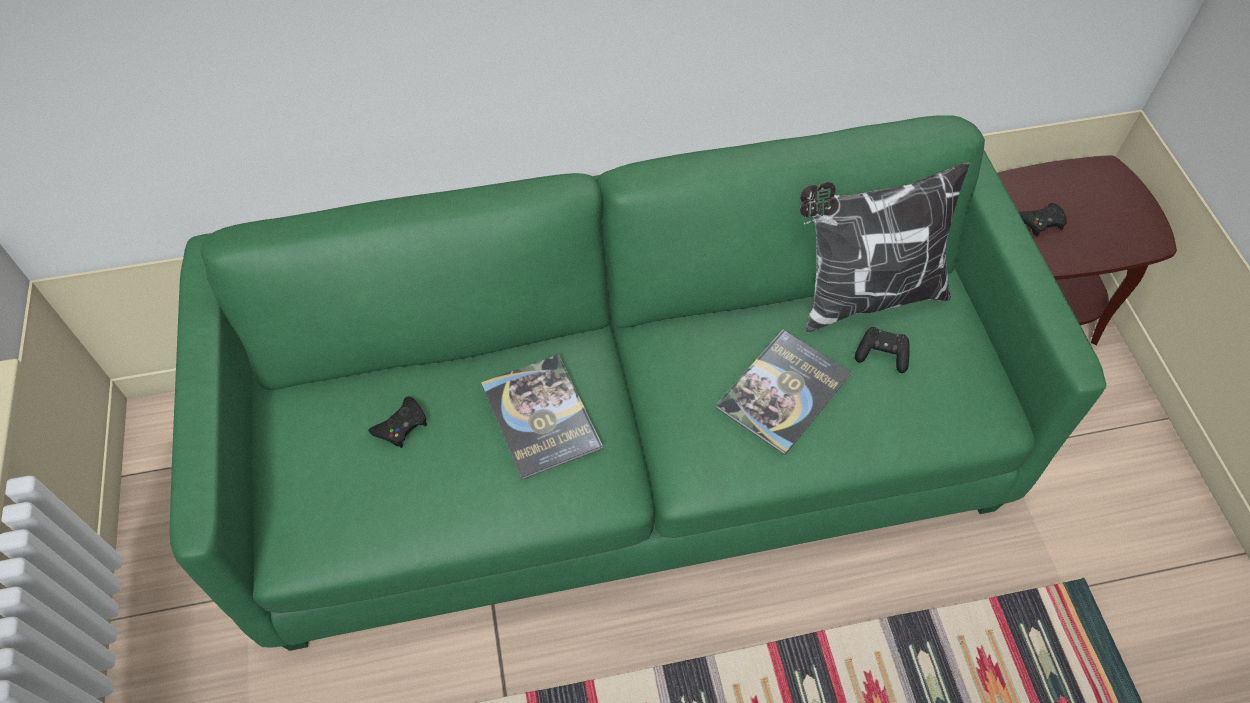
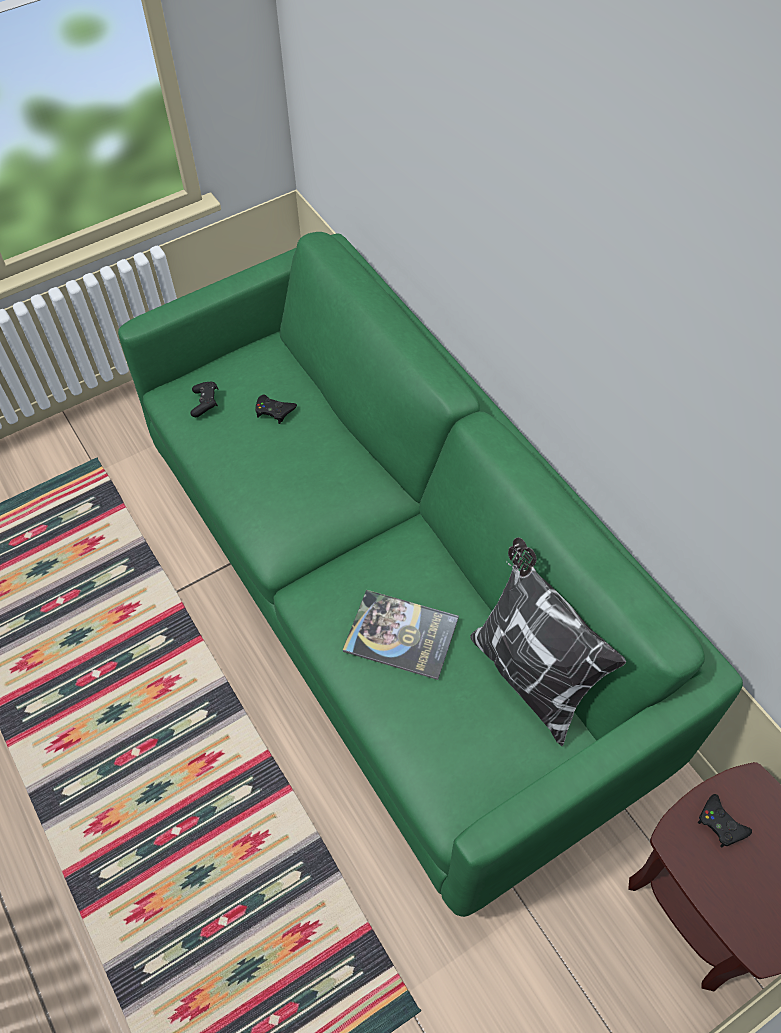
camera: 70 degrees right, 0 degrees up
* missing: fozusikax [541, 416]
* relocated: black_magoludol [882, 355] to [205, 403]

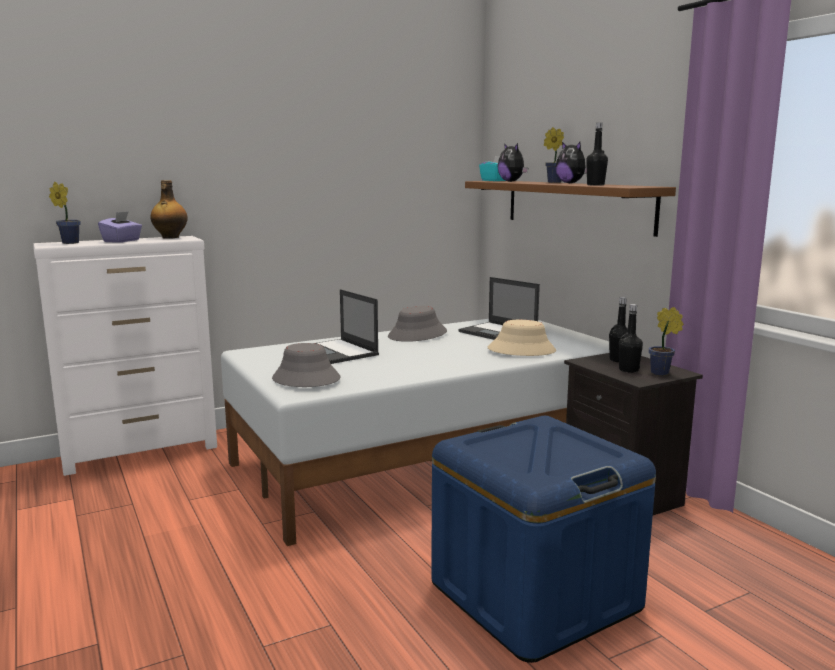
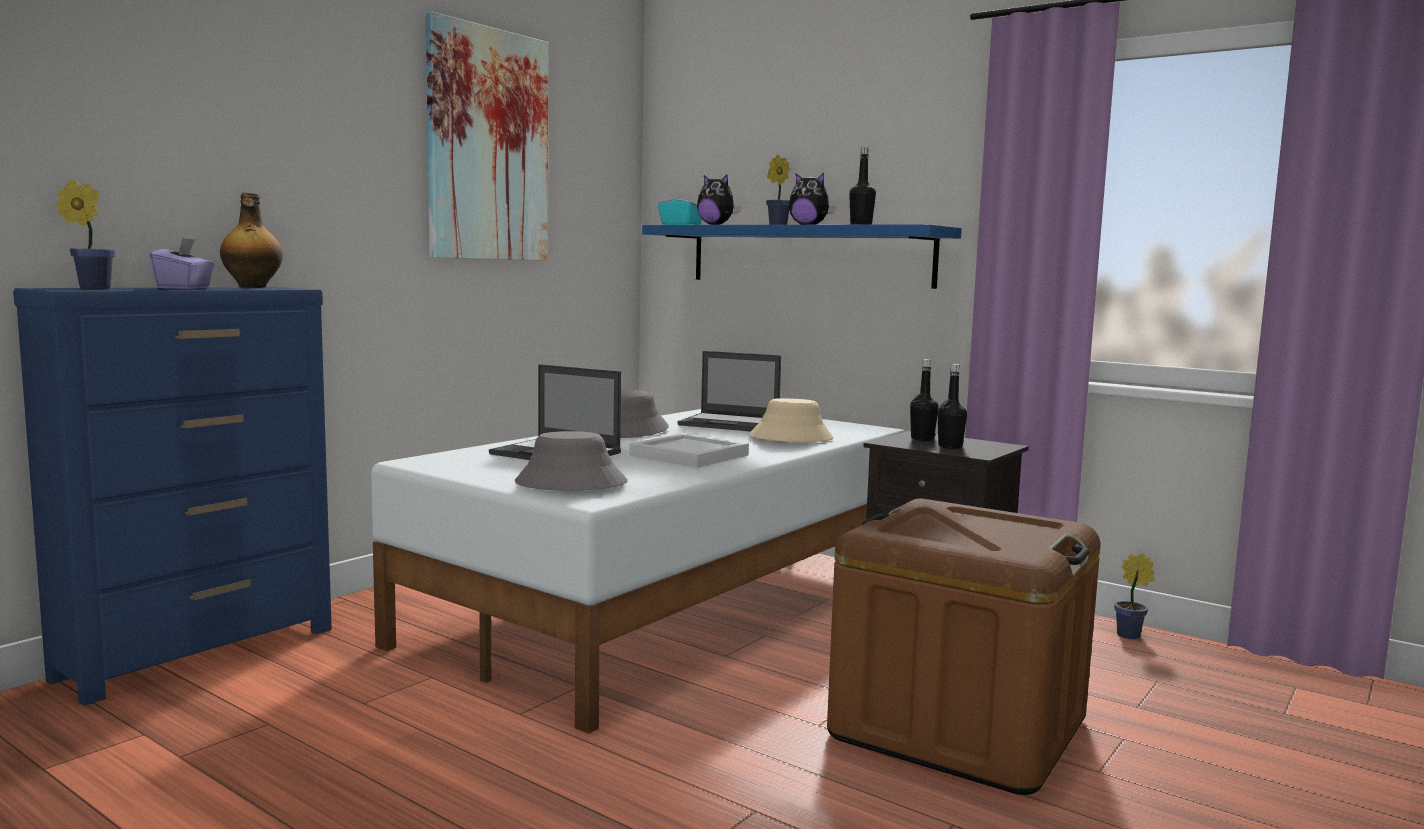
camera: 25 degrees left, 5 degrees down
* appeared: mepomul [488, 145]
* appeared: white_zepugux [689, 455]
* relocated: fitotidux [662, 373] to [1131, 636]
* colour: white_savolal [142, 452] to blue_savolal [201, 653]
* colour: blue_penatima [534, 595] to brown_penatima [958, 727]
* colour: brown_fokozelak [576, 205] to blue_fokozelak [808, 255]

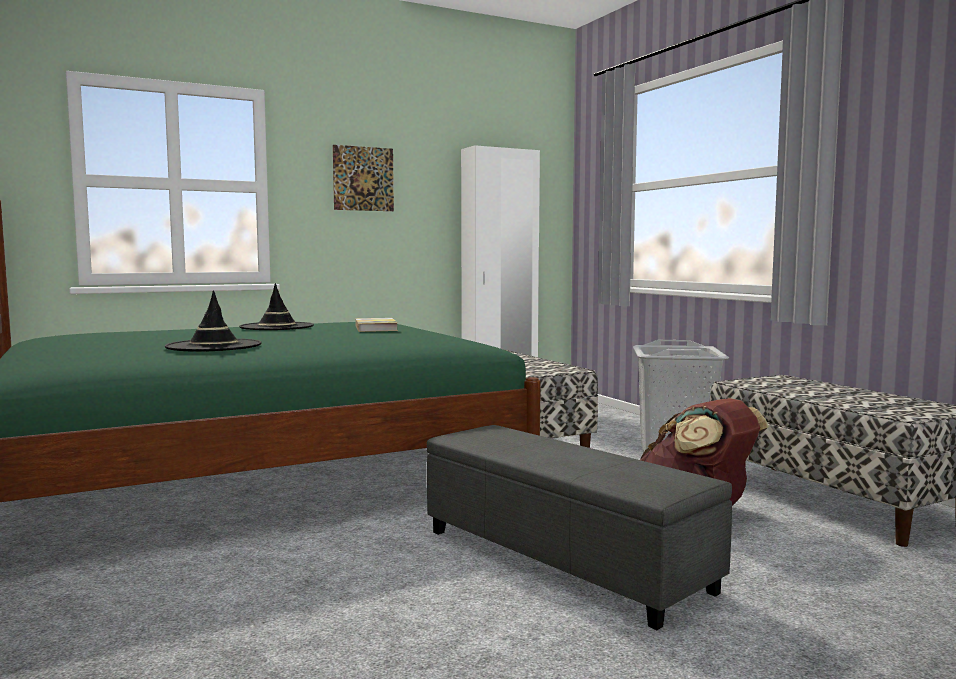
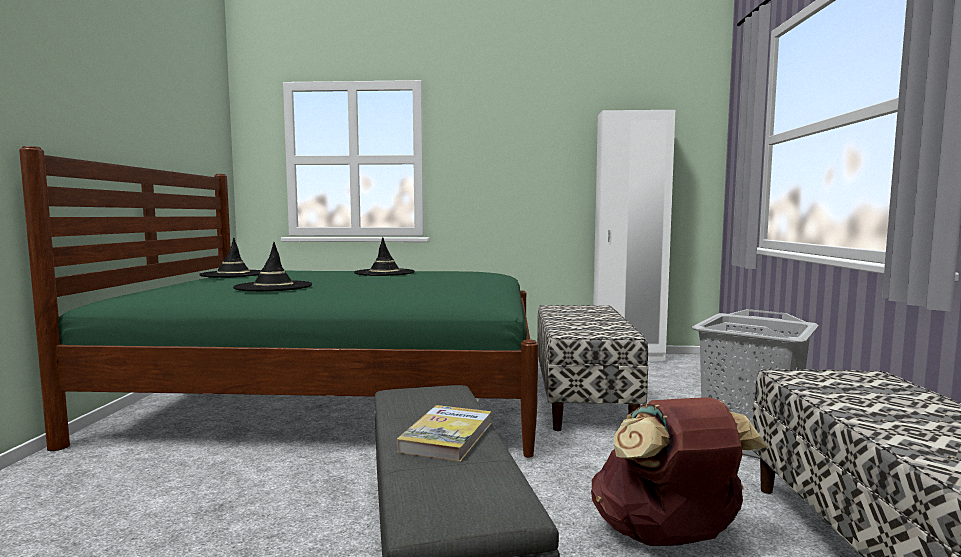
camera: 30 degrees right, 0 degrees up
* missing: mepomul [363, 178]
* appeared: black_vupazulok [233, 274]
* relocated: fozusikax [376, 328] to [447, 437]

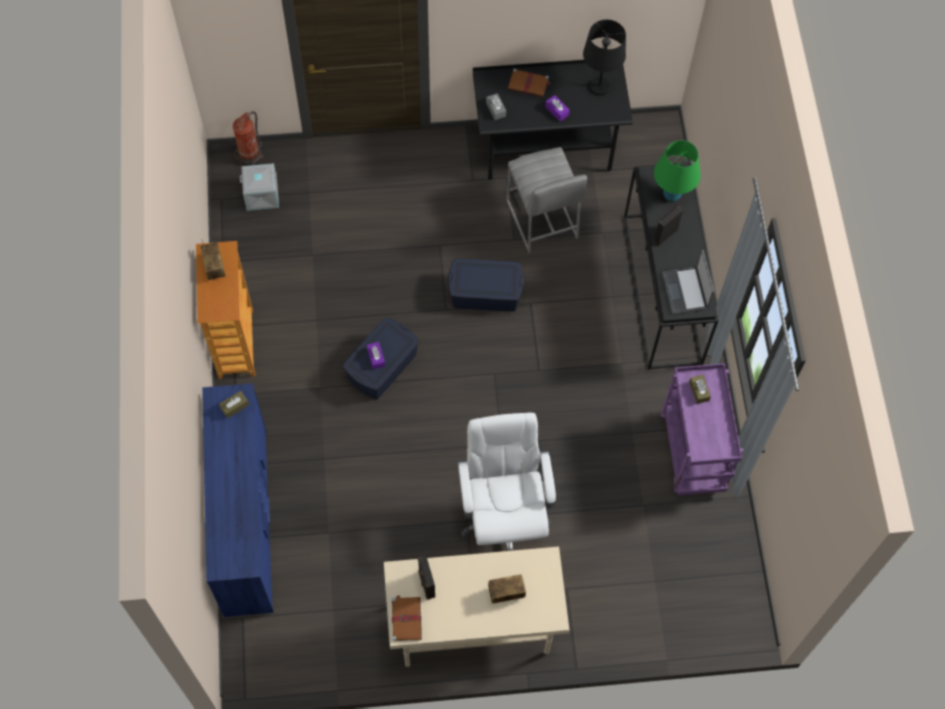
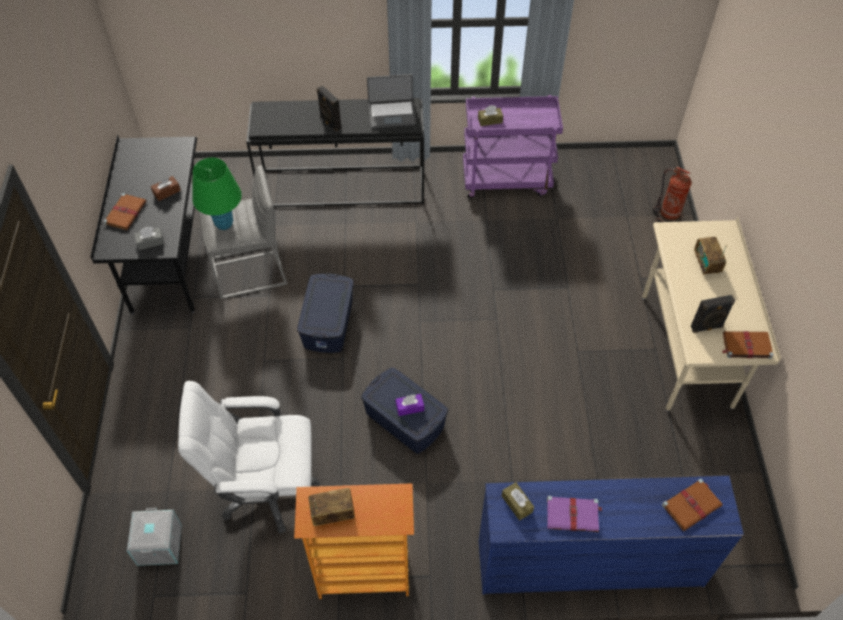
camera: 85 degrees left, 10 degrees down
* missing: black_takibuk [599, 87]
* appeared: purple_fozusikax [573, 515]
* appeared: brown_fozusikax [692, 505]
* relocated: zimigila [251, 156] to [667, 218]
* relocated: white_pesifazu [503, 515] to [266, 488]
* relocated: green_takibuk [671, 195] to [224, 224]
* colour: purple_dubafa [557, 111] to brown_dubafa [166, 192]

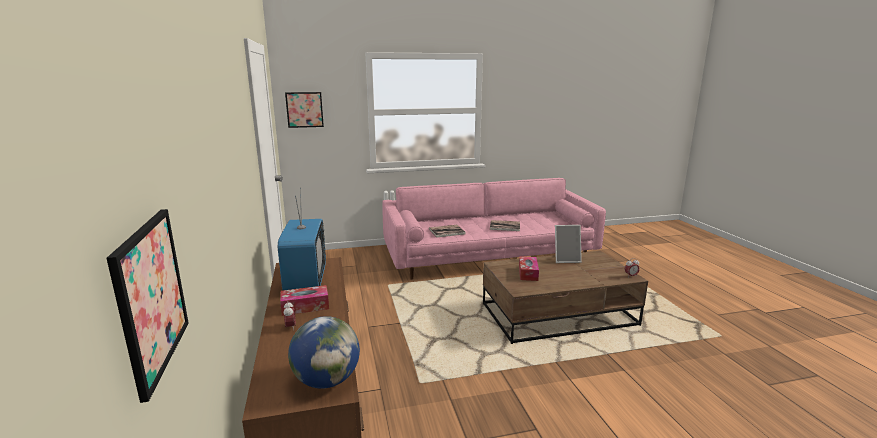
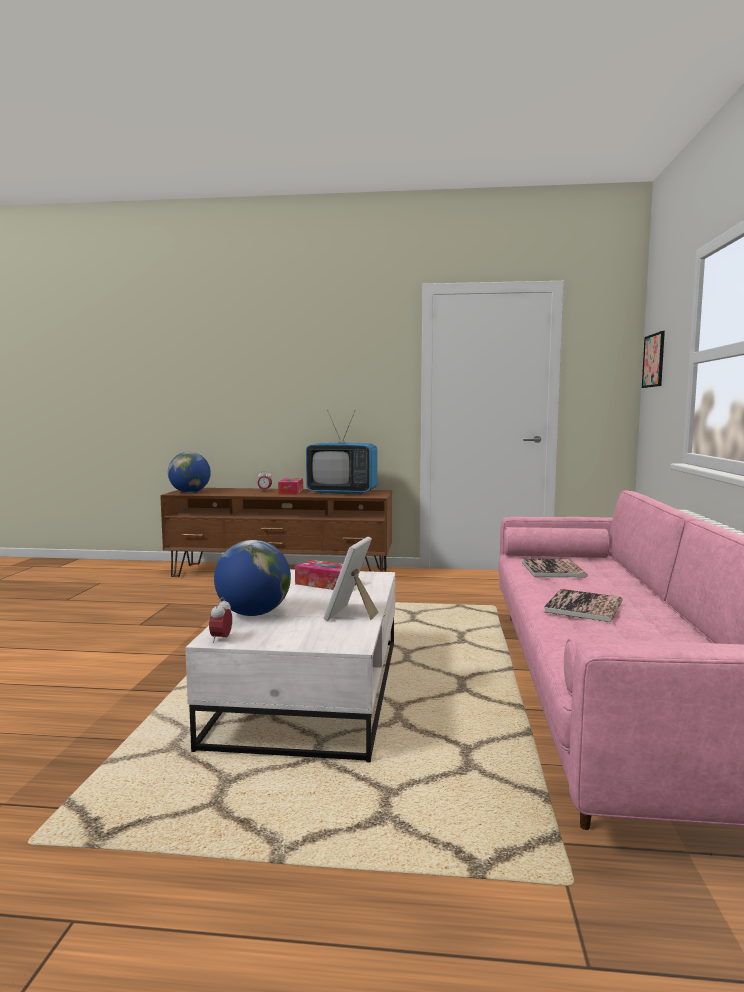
camera: 110 degrees right, 10 degrees down
* missing: mepomul [151, 297]
* appeared: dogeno [253, 614]
* colour: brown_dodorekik [559, 314] to white_dodorekik [311, 691]

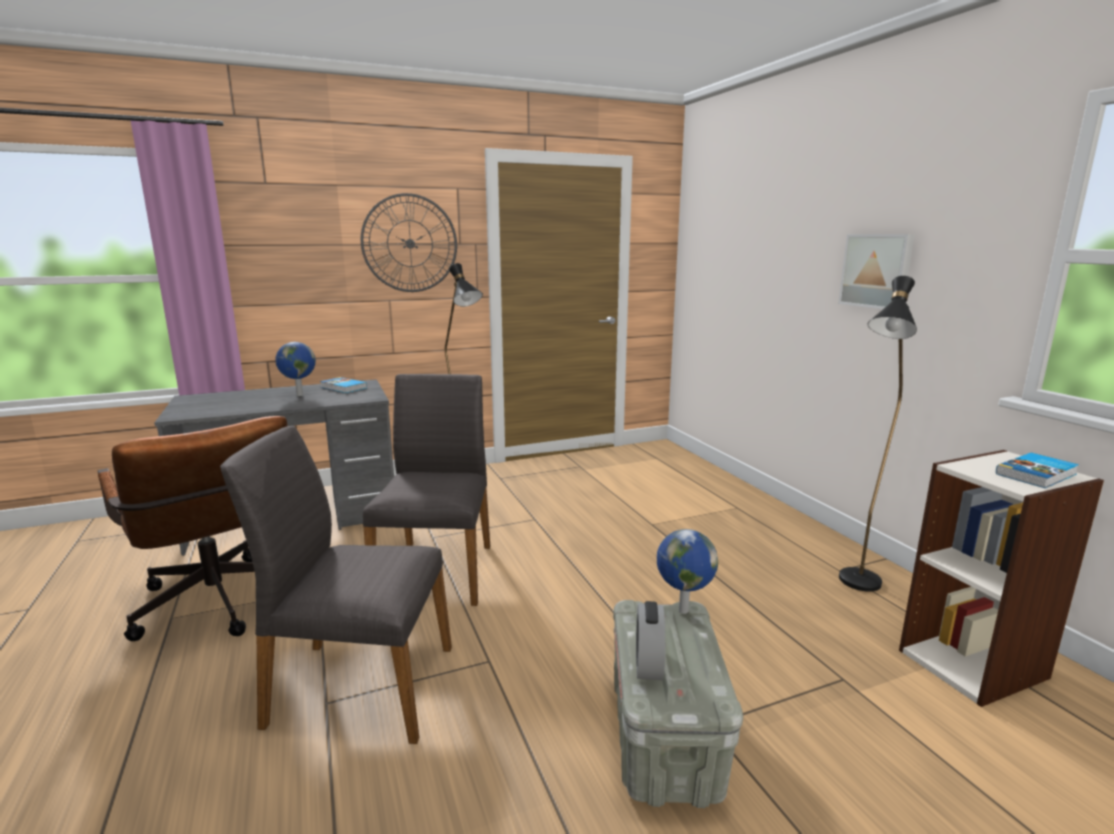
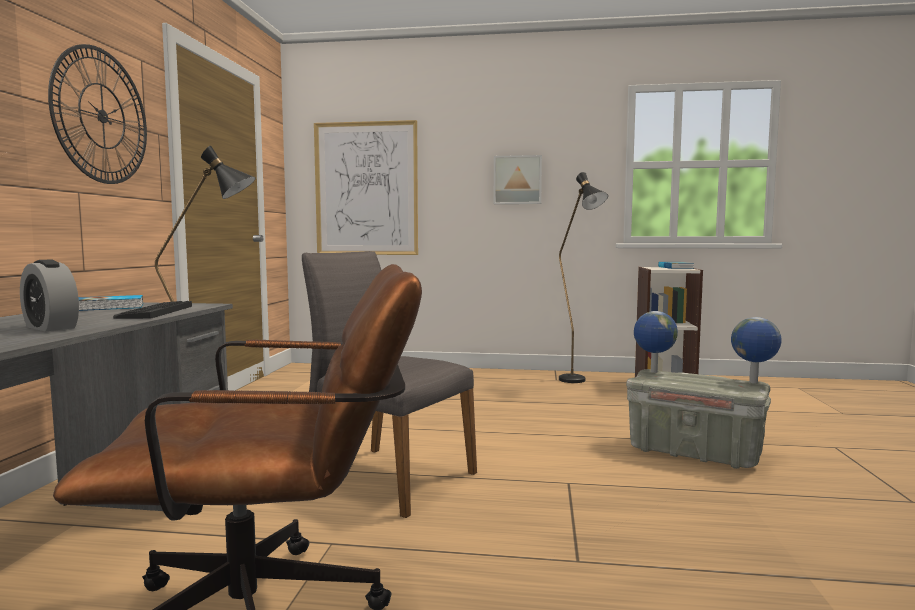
camera: 60 degrees left, 10 degrees down
* missing: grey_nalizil [359, 686]
* appeared: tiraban [155, 312]
* appeared: mepomul [366, 189]
* relocated: dogeno [299, 395] to [753, 382]
* relocated: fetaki [648, 664] to [51, 327]

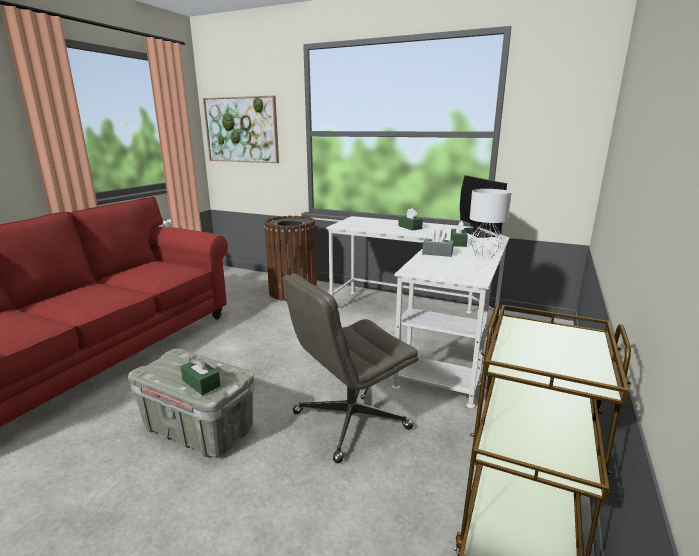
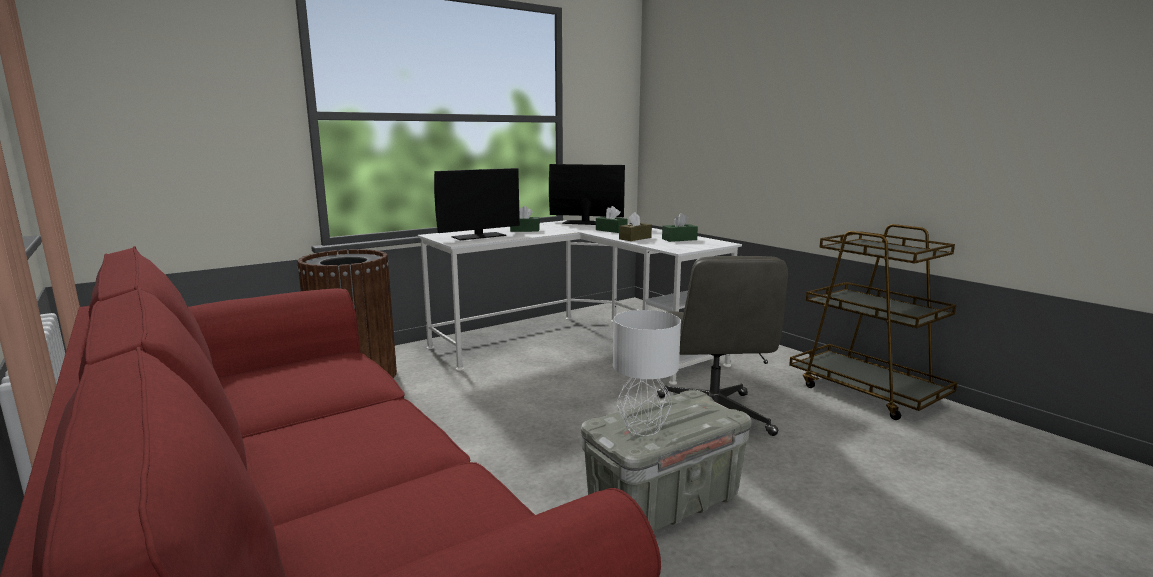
camera: 60 degrees left, 5 degrees down
* missing: mepomul [241, 130]
* appeared: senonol [479, 236]
* relocated: green_dubafa [201, 383] to [679, 239]
* relocated: white_takibuk [484, 255] to [642, 428]
* colour: grey_dubafa [437, 253] to brown_dubafa [635, 238]

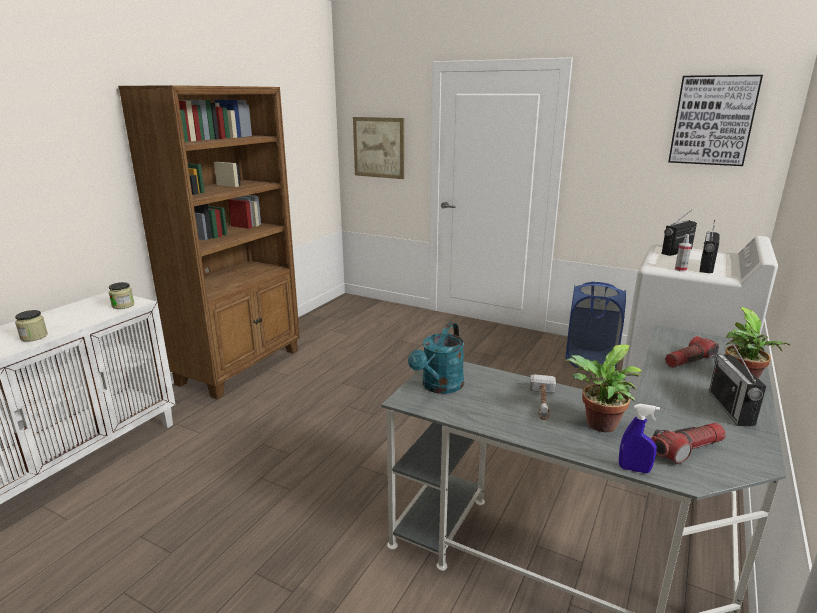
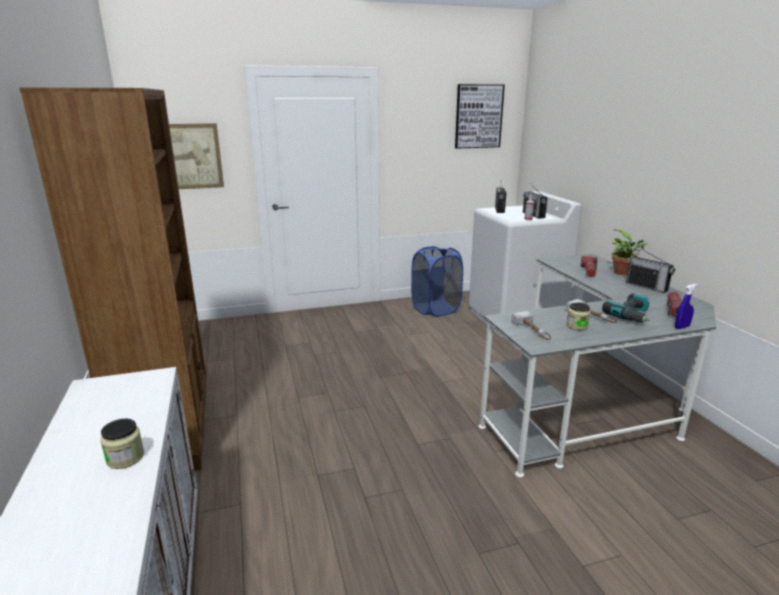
camera: 45 degrees left, 0 degrees up
* relocated: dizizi [123, 305] to [577, 326]
* exchanged: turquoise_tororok [439, 387] to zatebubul [533, 331]
* exchanged: fitotidux [598, 425] to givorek [631, 316]

